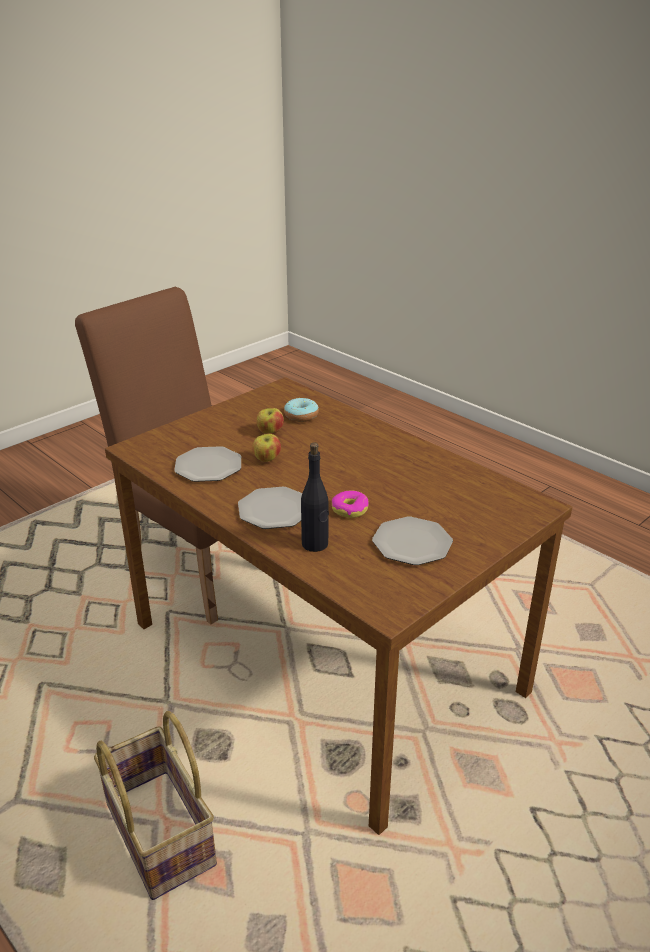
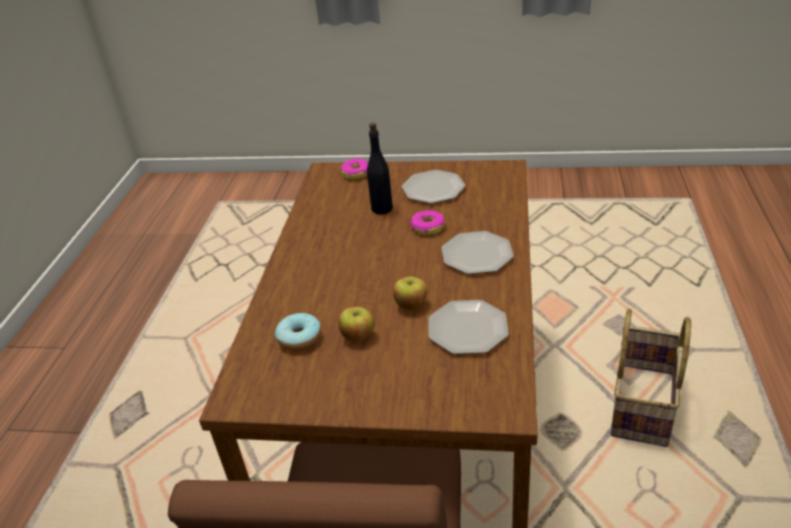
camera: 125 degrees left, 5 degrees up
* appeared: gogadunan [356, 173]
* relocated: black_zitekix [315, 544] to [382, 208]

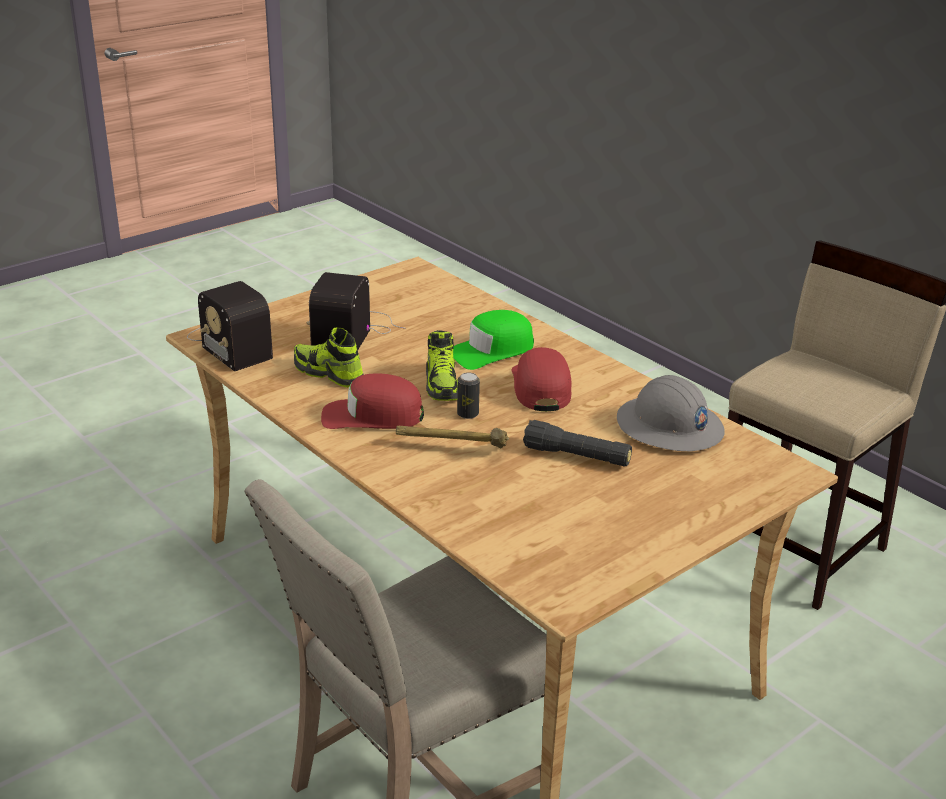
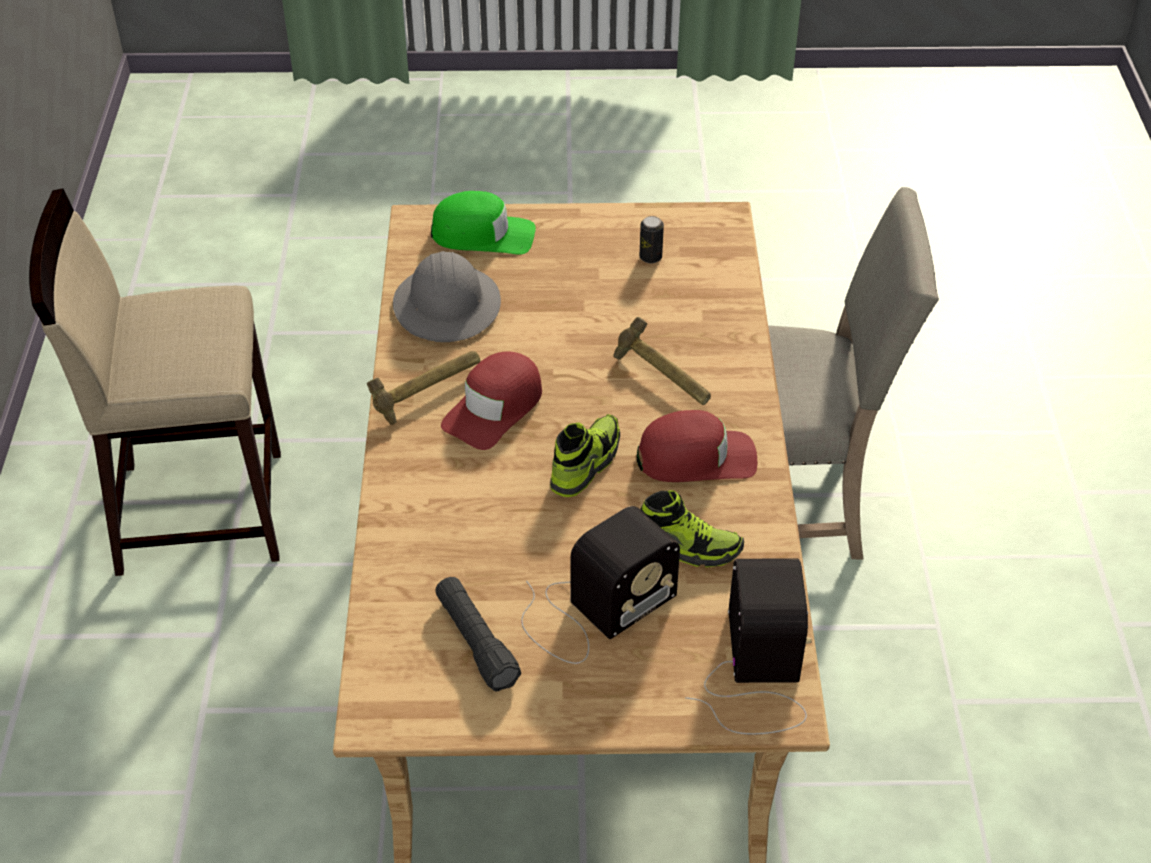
camera: 140 degrees left, 15 degrees up
* appeared: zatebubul [428, 394]
* relocated: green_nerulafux [491, 350] to [483, 235]
* relocated: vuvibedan [467, 414] to [650, 257]
* relocated: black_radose [576, 456] to [476, 642]
* spun: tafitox [328, 373] = [686, 547] 60 degrees counterclockwise
* spun: red_nerulafux [372, 416] = [696, 458] 45 degrees counterclockwise

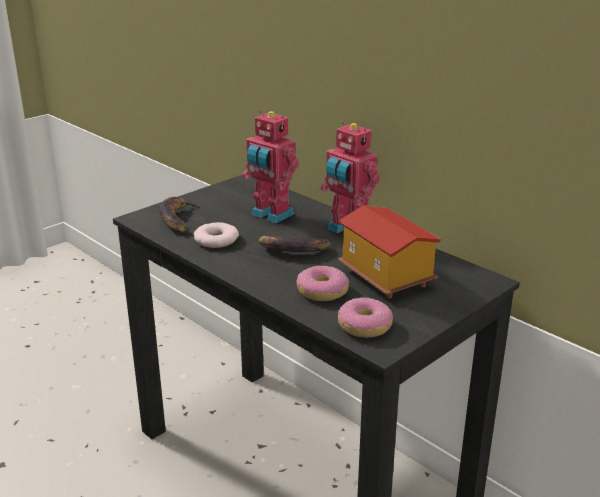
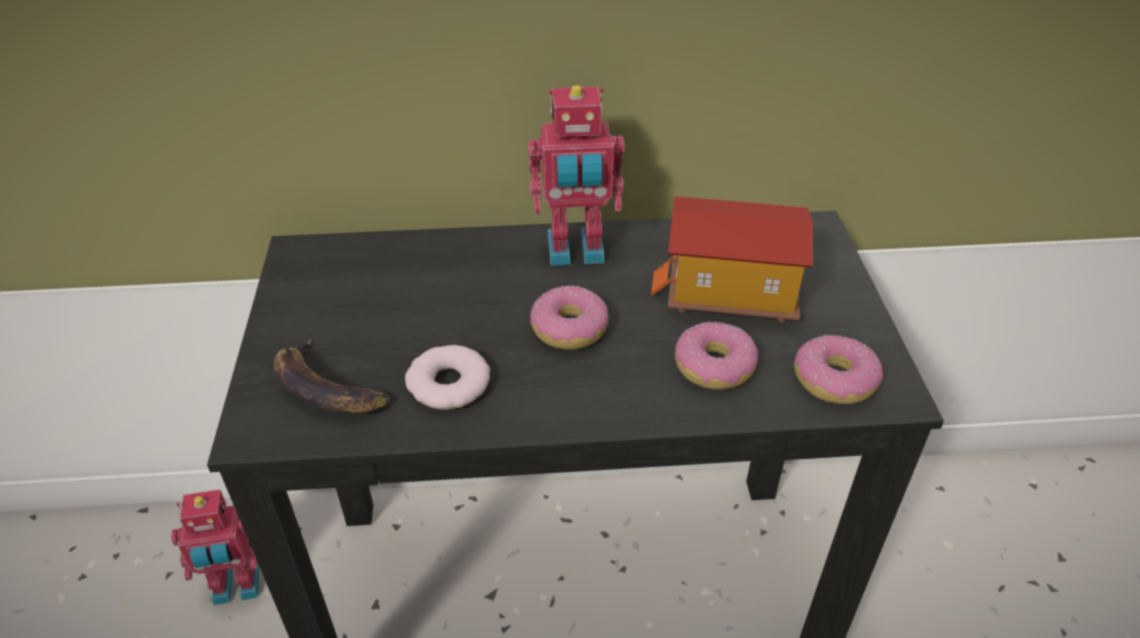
camera: 50 degrees left, 15 degrees up
* relocated: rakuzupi [271, 215] to [236, 588]
* exchanged: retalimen [291, 250] to gogadunan [570, 328]

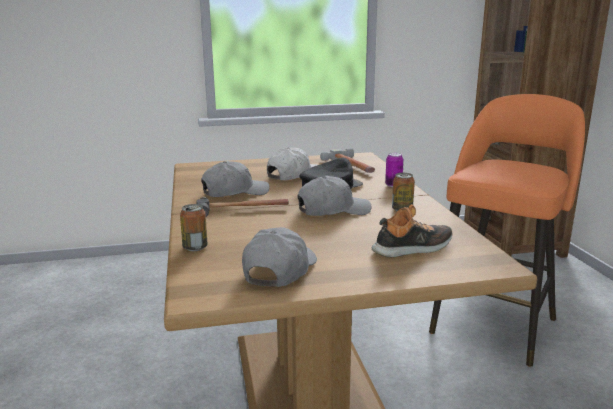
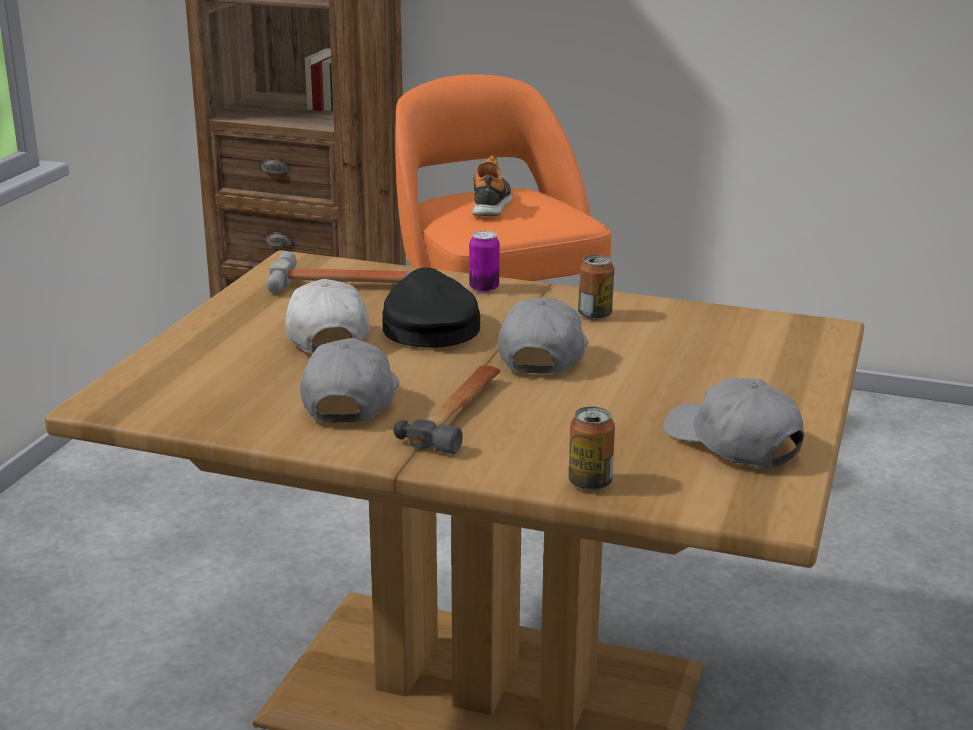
camera: 60 degrees left, 5 degrees up
* relocated: tafitox [413, 248] to [491, 204]

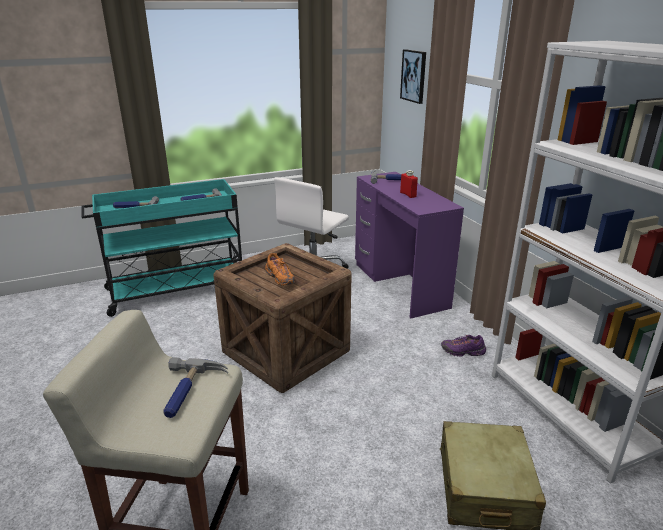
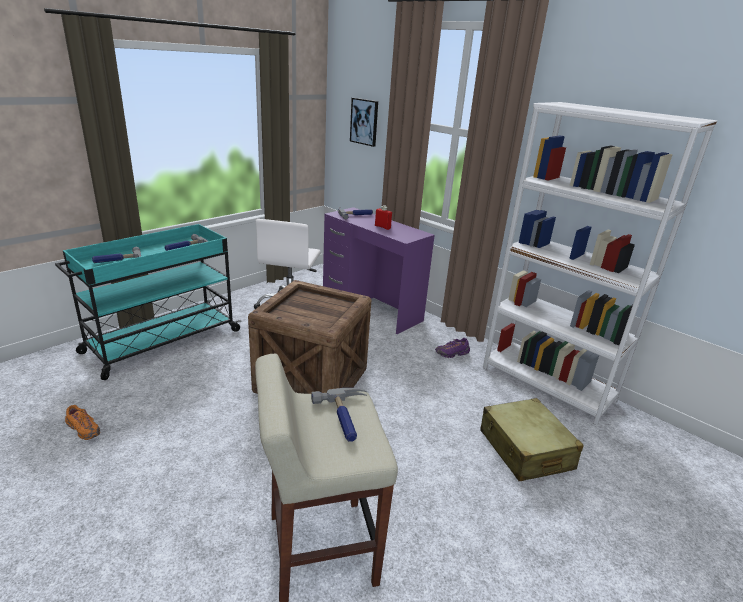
camera: 25 degrees left, 0 degrees up
* relocated: orange_tafitox [280, 279] to [84, 430]

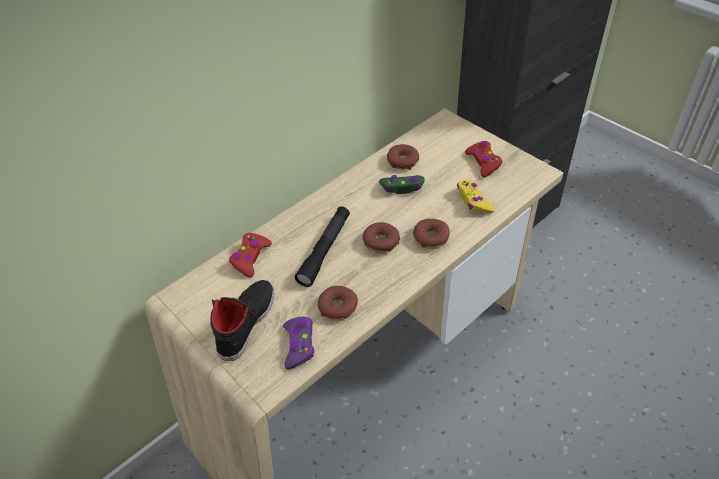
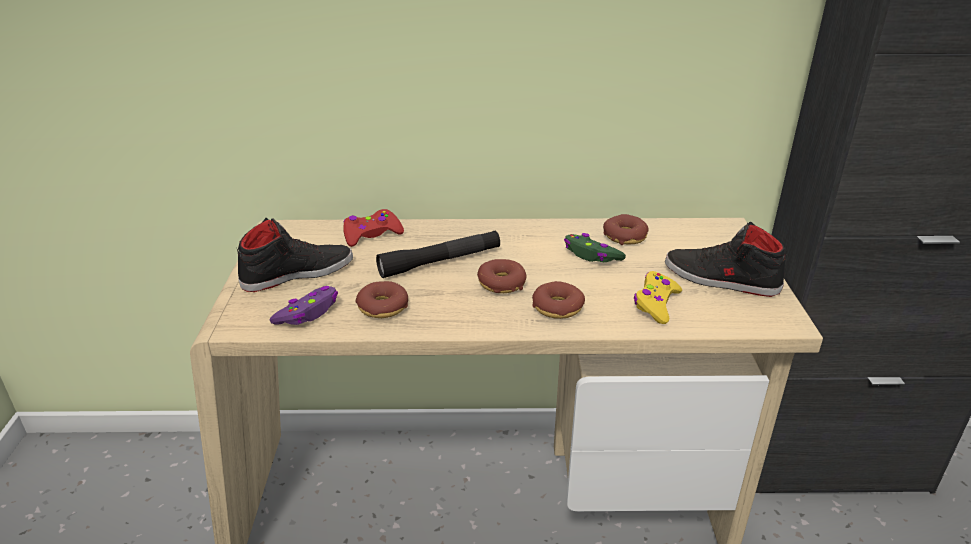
camera: 40 degrees right, 15 degrees down
* exchanged: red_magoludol [483, 162] to black_tafitox [721, 279]

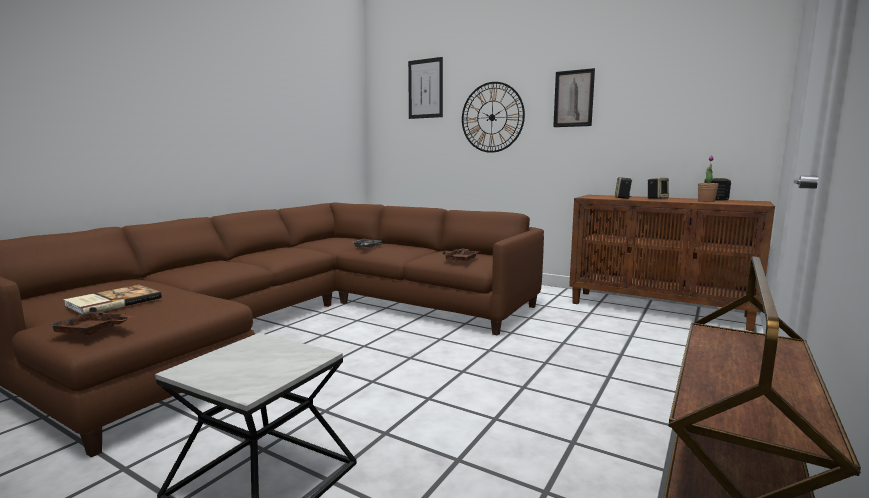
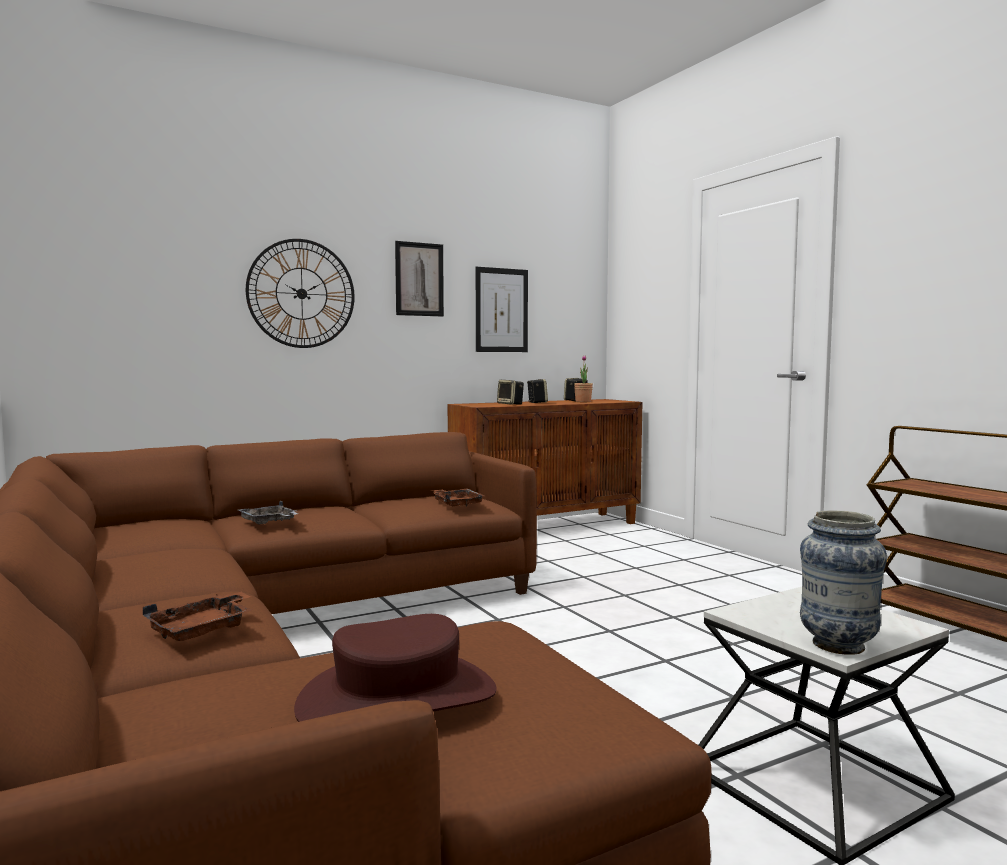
camera: 60 degrees left, 5 degrees down
* appeared: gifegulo [838, 645]
* relocated: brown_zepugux [92, 331] to [203, 630]
* relocated: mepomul [425, 88] to [501, 310]
* exchanged: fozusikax [112, 302] to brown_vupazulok [397, 698]

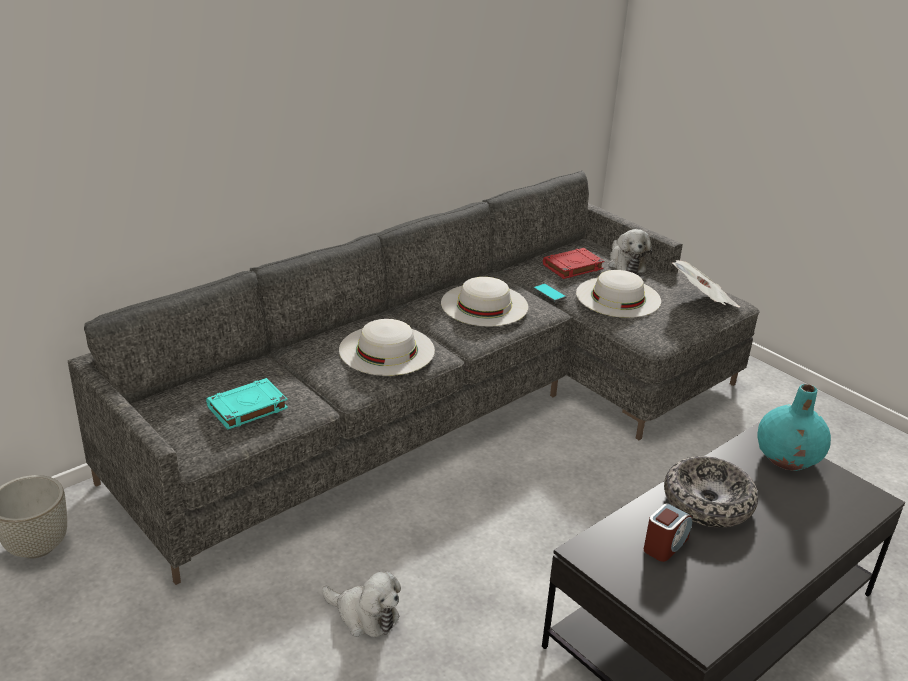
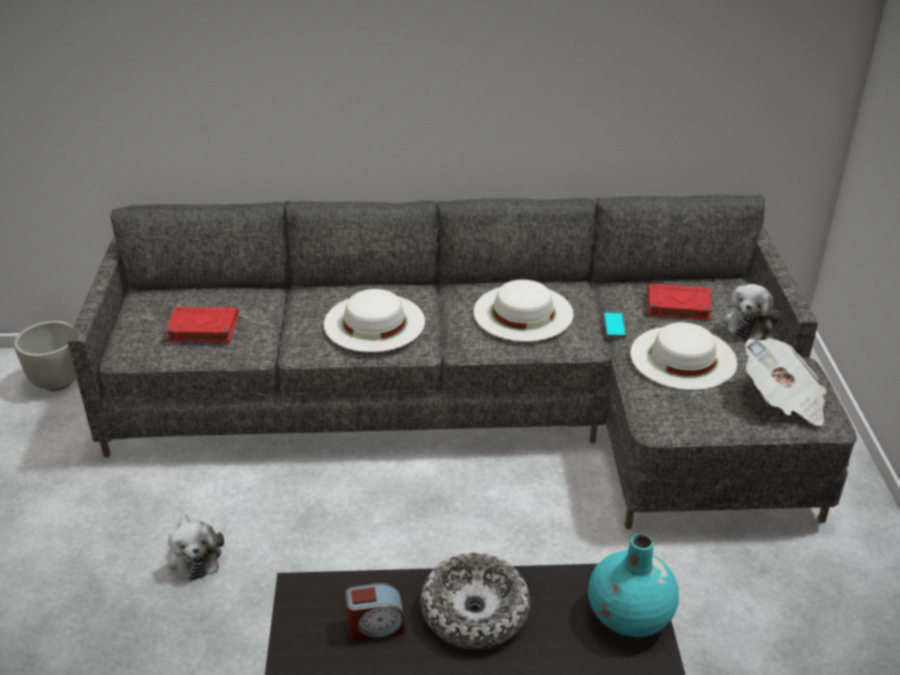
camera: 40 degrees right, 5 degrees up
* colour: turquoise_fozusikax [247, 408] to red_fozusikax [202, 329]

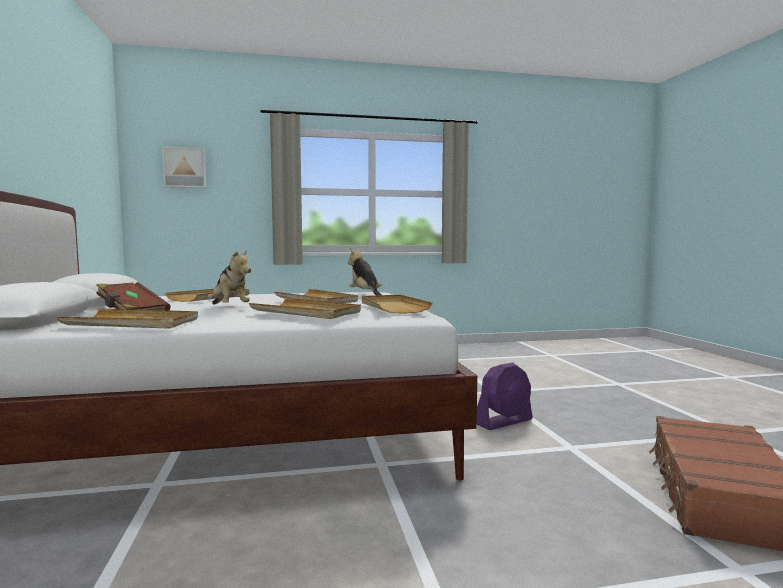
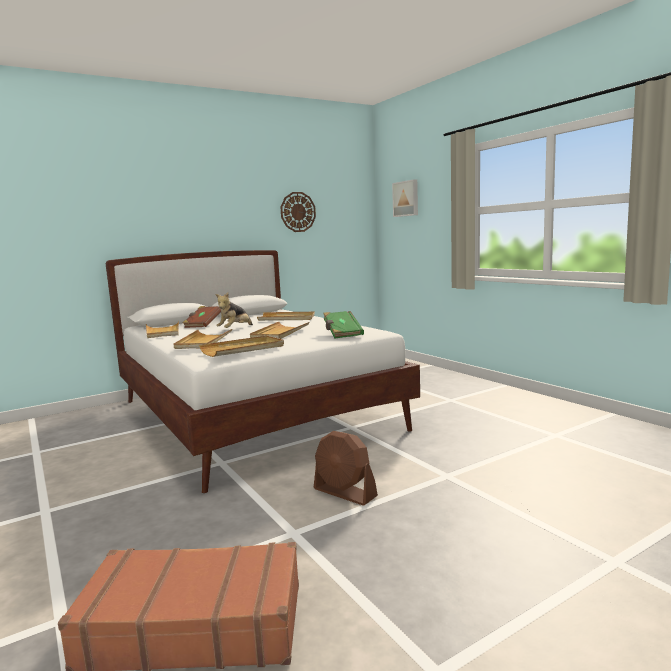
camera: 70 degrees right, 5 degrees up
* appeared: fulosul [298, 212]
* exchanged: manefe [365, 294] to green_fozusikax [342, 333]
* colour: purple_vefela [504, 422] to brown_vefela [345, 493]

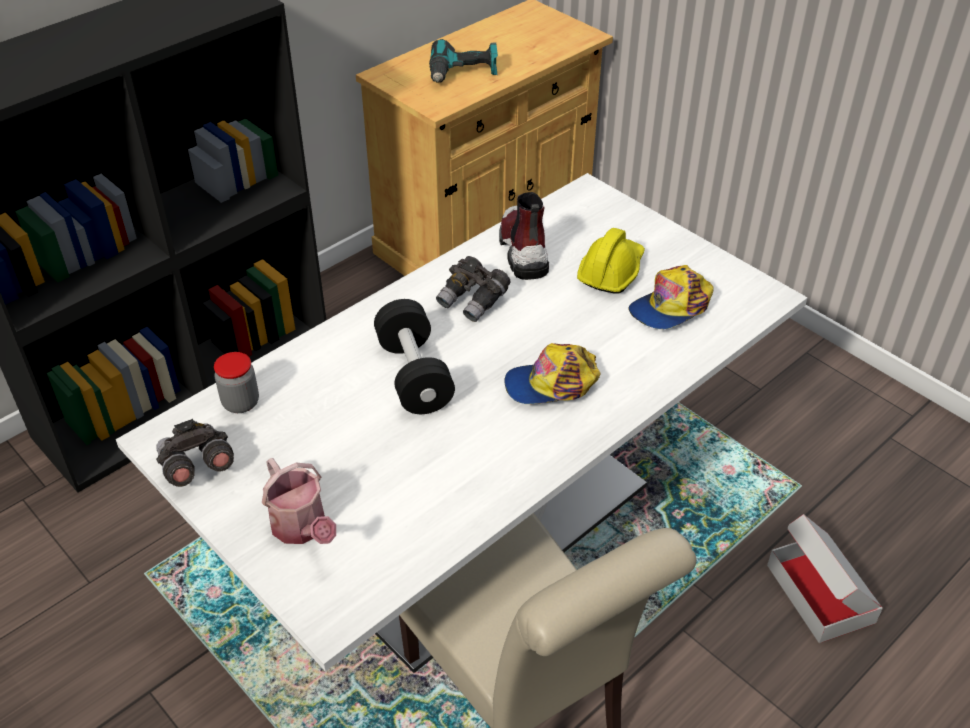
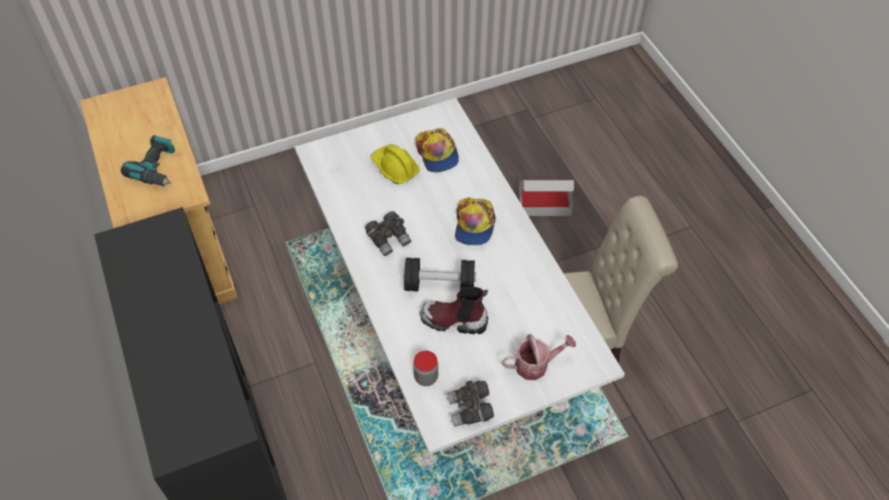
camera: 70 degrees left, 10 degrees up
* relocated: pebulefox [522, 250] to [454, 320]

